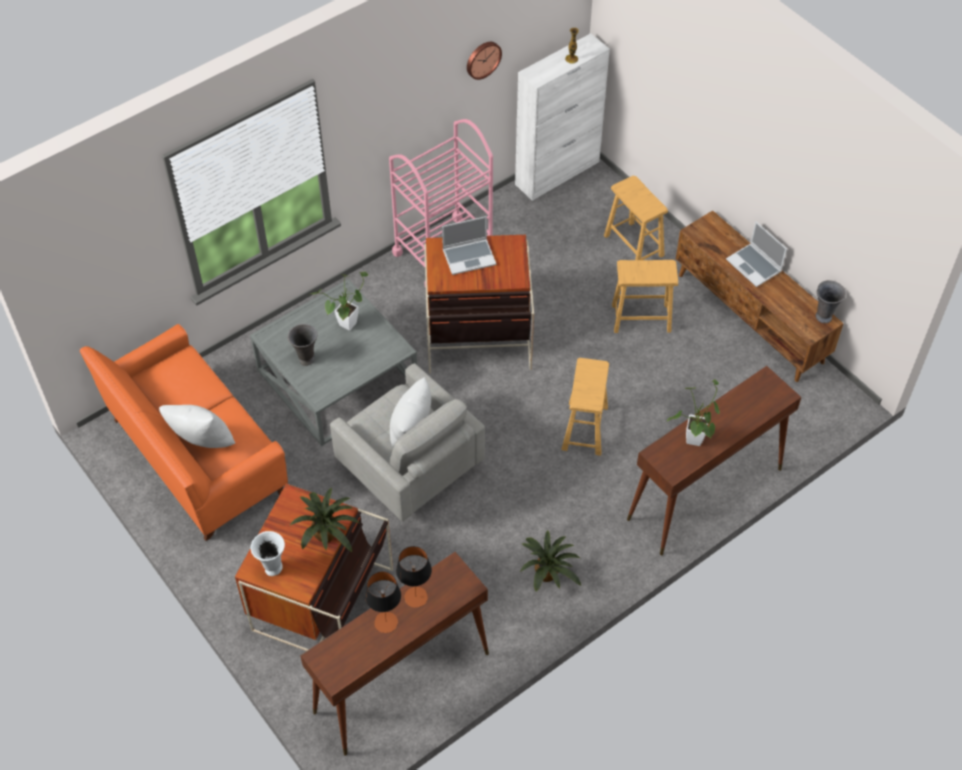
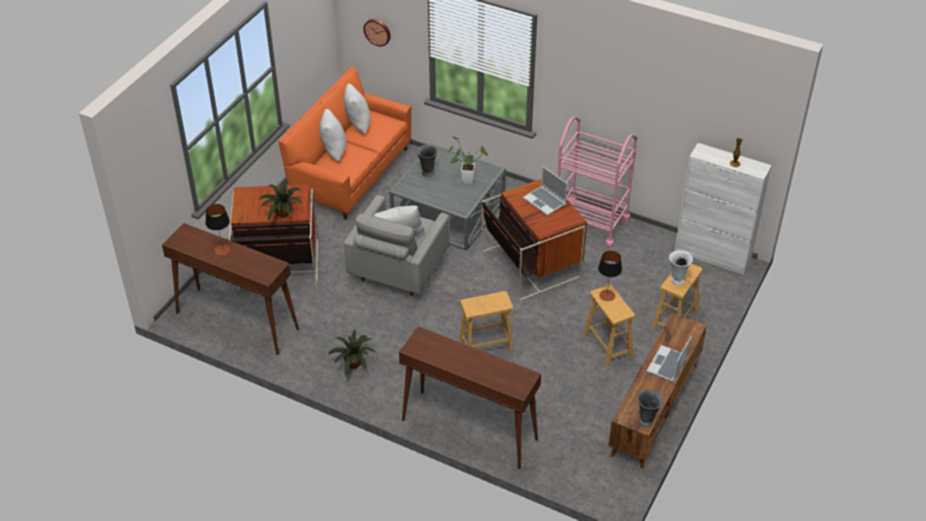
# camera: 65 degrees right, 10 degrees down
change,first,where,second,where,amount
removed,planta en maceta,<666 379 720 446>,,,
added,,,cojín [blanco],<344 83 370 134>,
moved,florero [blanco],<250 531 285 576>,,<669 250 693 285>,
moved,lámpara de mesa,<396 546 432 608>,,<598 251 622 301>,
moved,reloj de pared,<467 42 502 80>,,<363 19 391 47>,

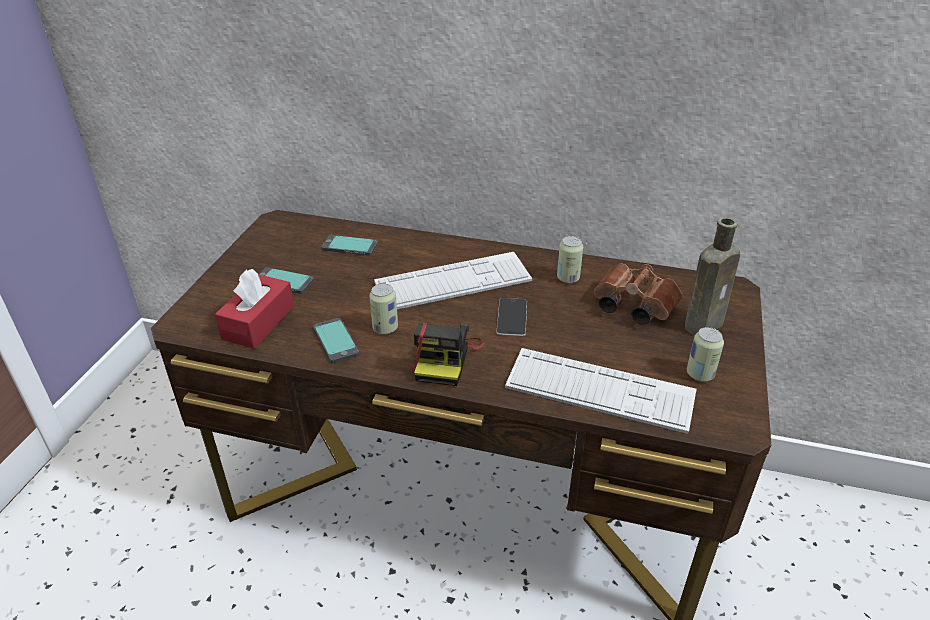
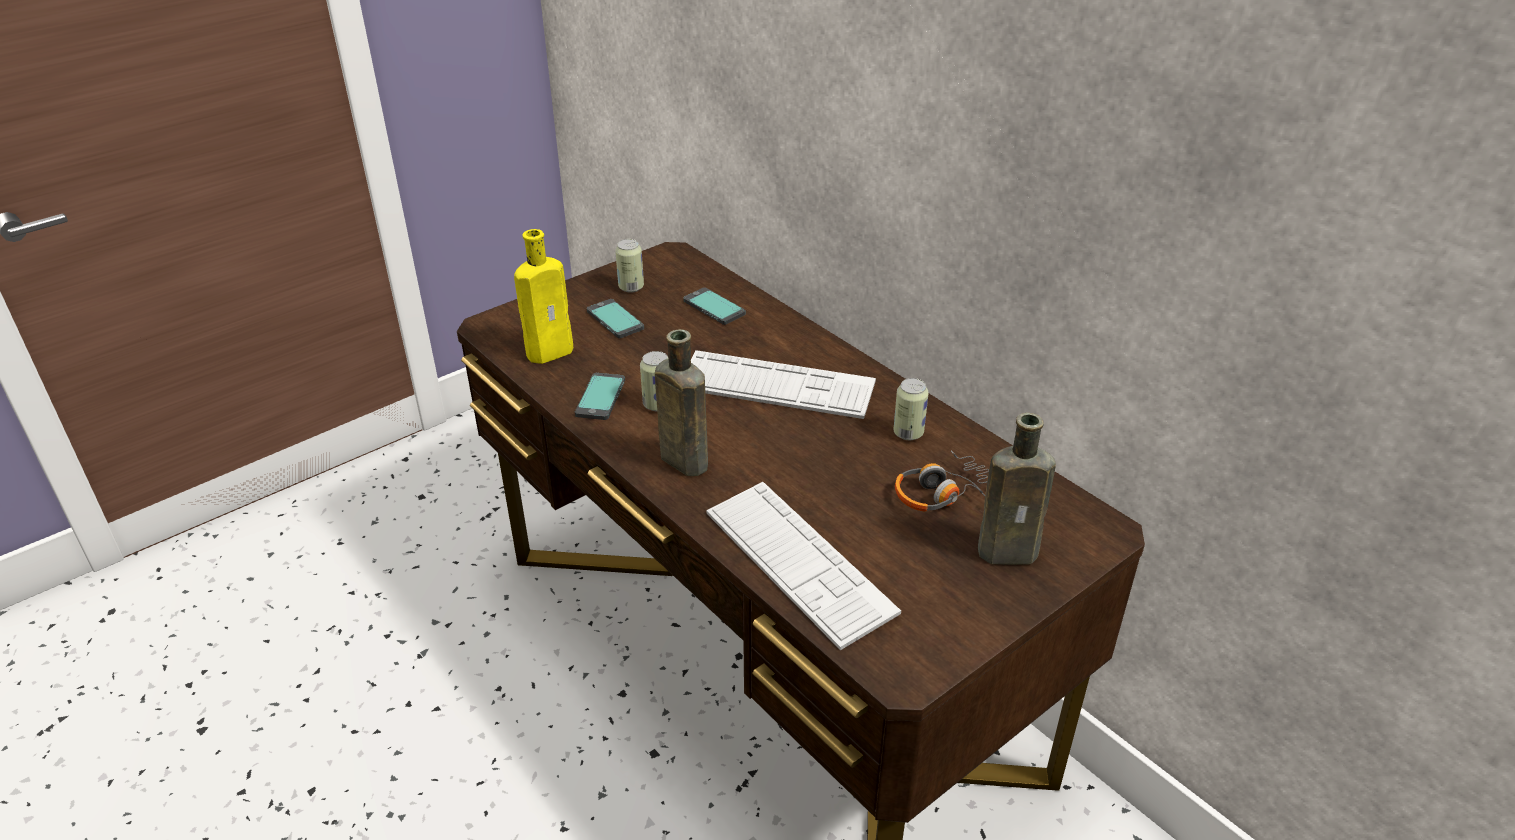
# camera: 35 degrees right, 0 degrees up
change,first,where,second,where,amount
removed,móvil,<496 298 527 336>,,,
moved,lata,<687 327 724 382>,,<615 239 644 293>,
replaced,caja de pañuelos [rojo],<215 269 294 349>,botella [amarillo],<514 229 573 364>,
replaced,cámara,<412 323 484 386>,botella [marrón],<655 329 708 476>,
replaced,prismáticos [marrón],<594 264 683 325>,auriculares,<895 451 989 512>,

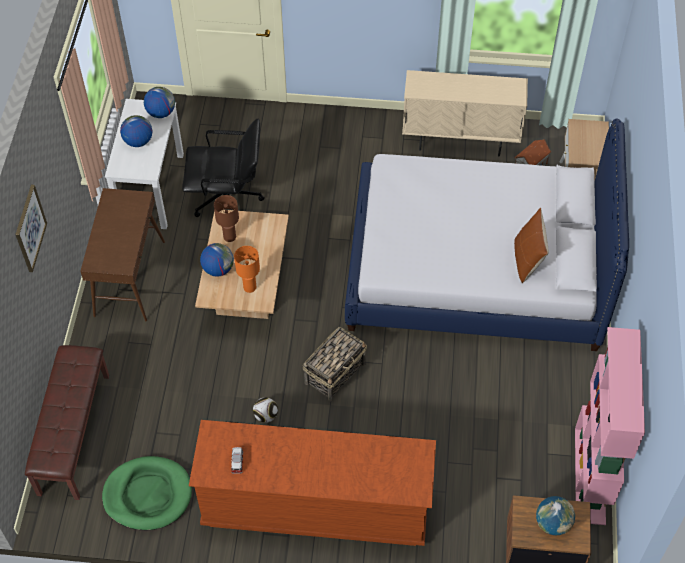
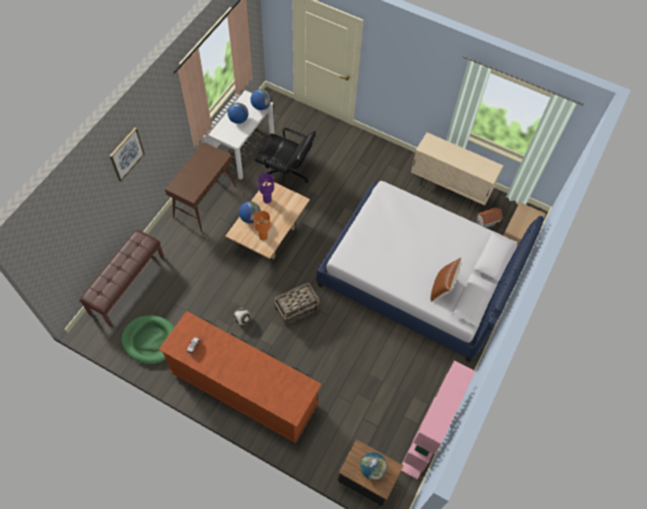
# camera: 20 degrees right, 5 degrees up
change,first,where,second,where,amount
recoloured,lámpara de mesa [marrón],<214 195 239 242>,lámpara de mesa [morado],<258 173 274 204>,

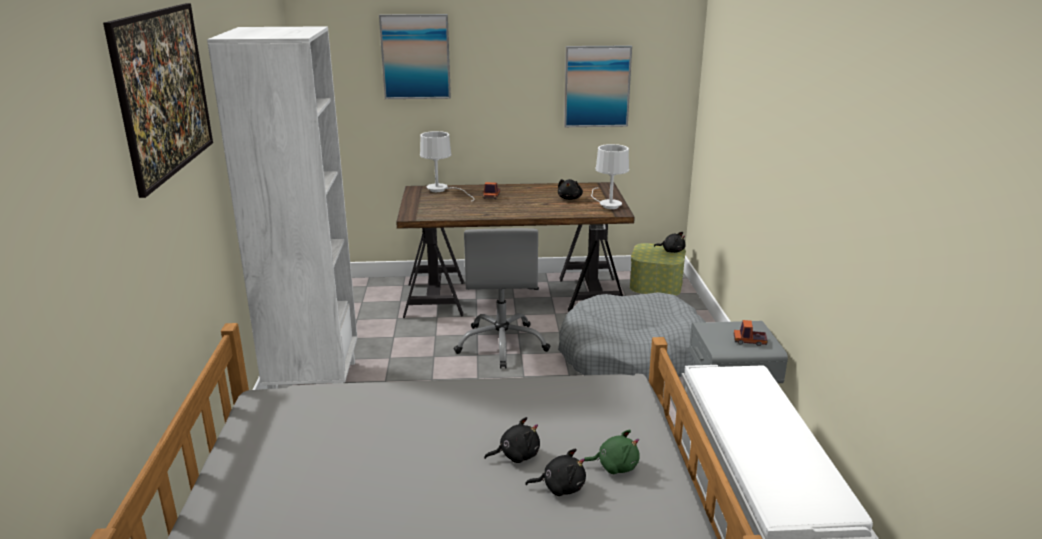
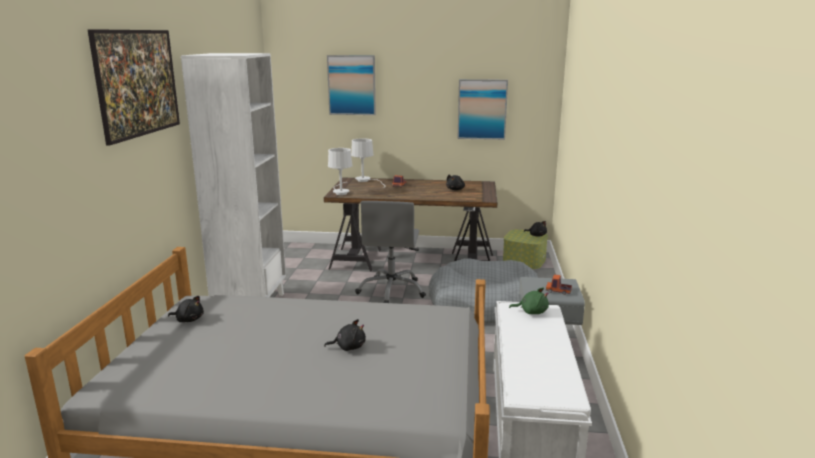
# camera: 10 degrees right, 5 degrees down
change,first,where,second,where,amount
moved,peluche [negro],<525 449 586 496>,,<168 296 204 322>,
moved,peluche [verde],<584 430 640 474>,,<509 288 549 314>,
moved,lámpara de mesa [blanco],<591 144 629 209>,,<328 148 352 195>,

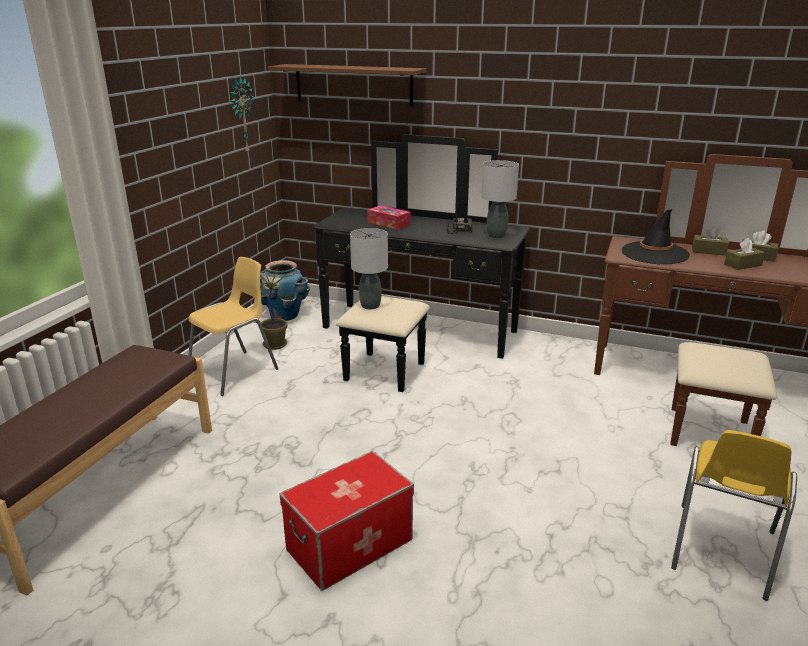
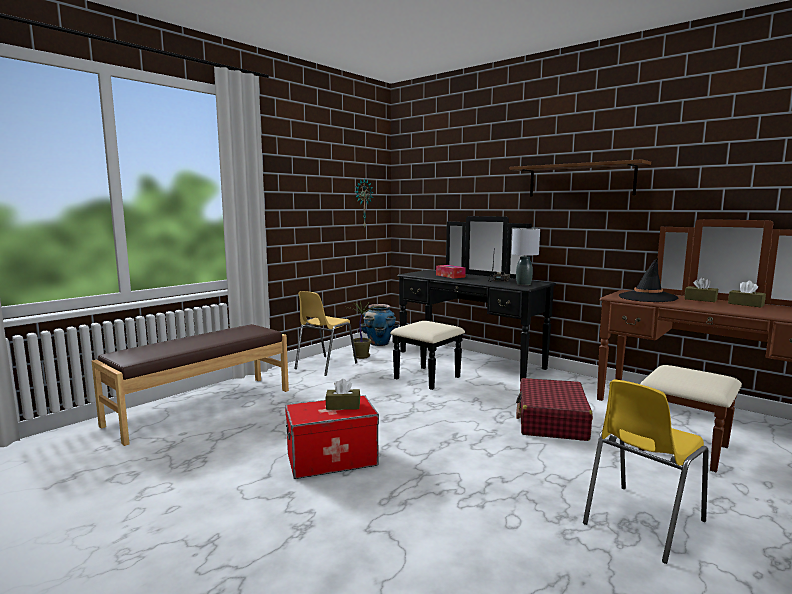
# camera: 20 degrees right, 15 degrees down
change,first,where,second,where,amount
removed,lámpara de mesa [gris],<350 228 388 310>,,,
added,,,maleta [rojo],<516 378 593 441>,
moved,estante [marrón],<268 64 426 107>,,<510 159 651 197>,
moved,caja de pañuelos [marrón],<724 238 765 270>,,<326 379 360 410>,
turned,silla [amarillo],<188 257 279 396>,,<295 291 357 376>,150 degrees clockwise

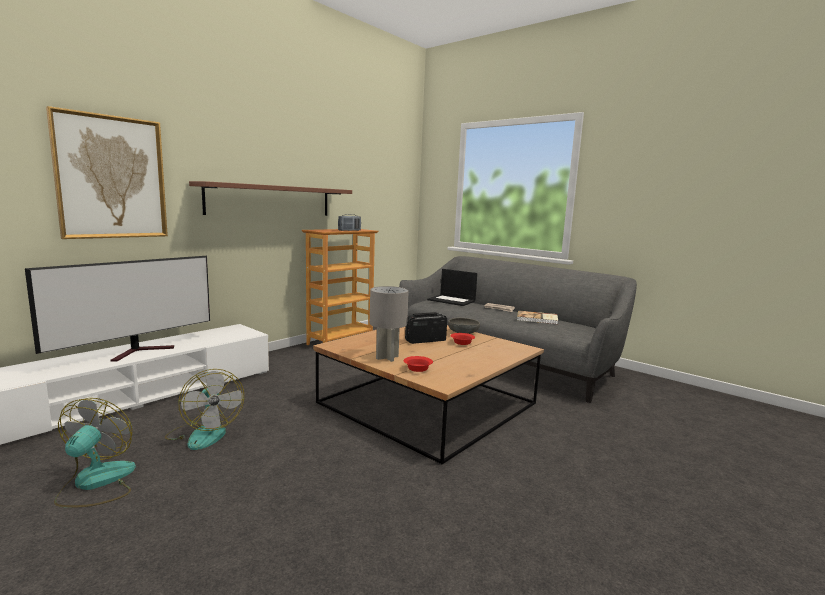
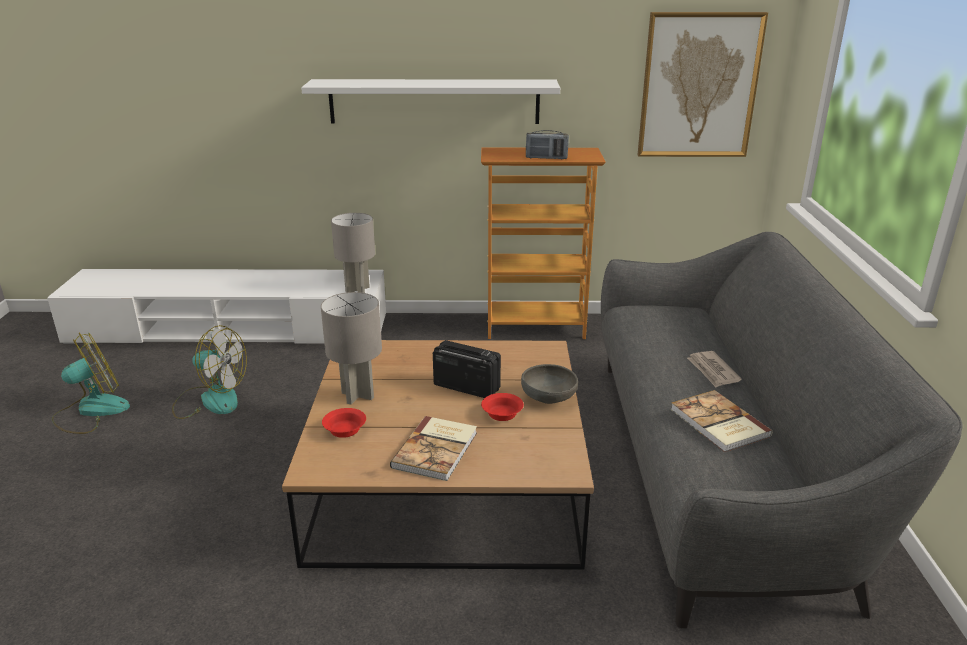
# camera: 50 degrees right, 15 degrees up
change,first,where,second,where,amount
removed,televisor,<25 256 210 361>,,,
removed,portátil,<427 269 477 306>,,,
added,,,lámpara de mesa [gris],<331 213 375 293>,
added,,,libro,<390 416 477 481>,
moved,cuadro,<46 106 168 239>,,<638 12 768 157>,
recoloured,estante [marrón],<189 181 352 216>,estante [blanco],<301 79 560 124>,
turned,ventilador,<165 369 244 450>,,<172 325 247 419>,90 degrees counterclockwise

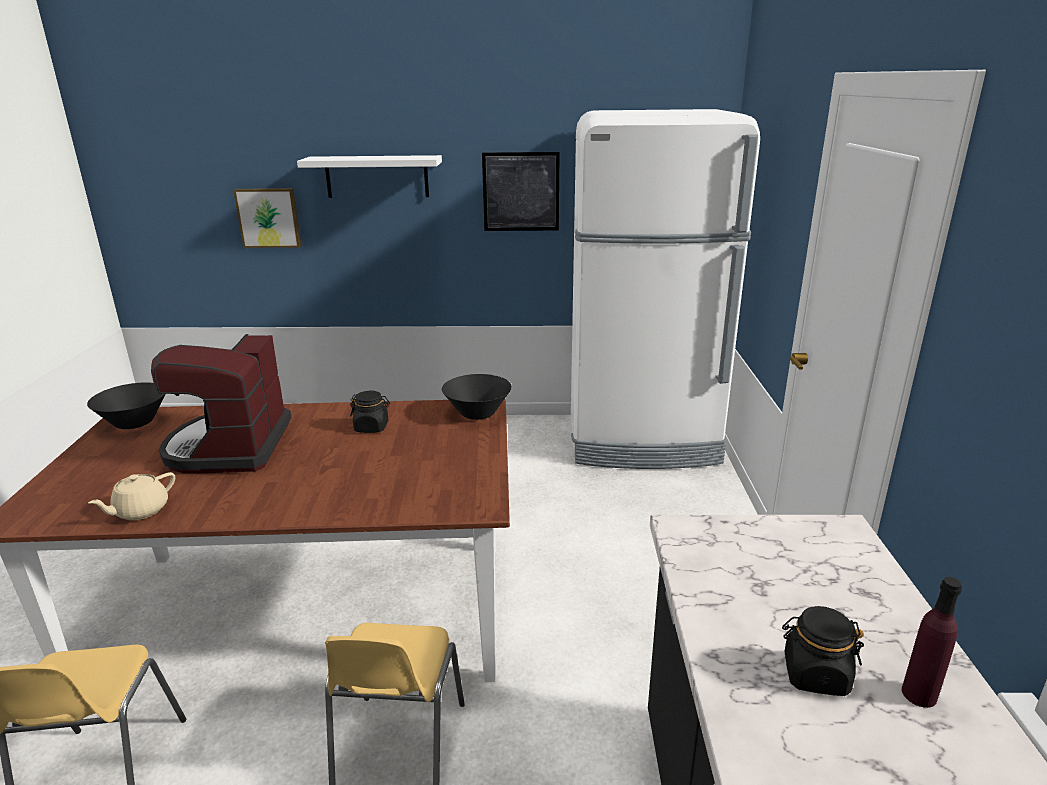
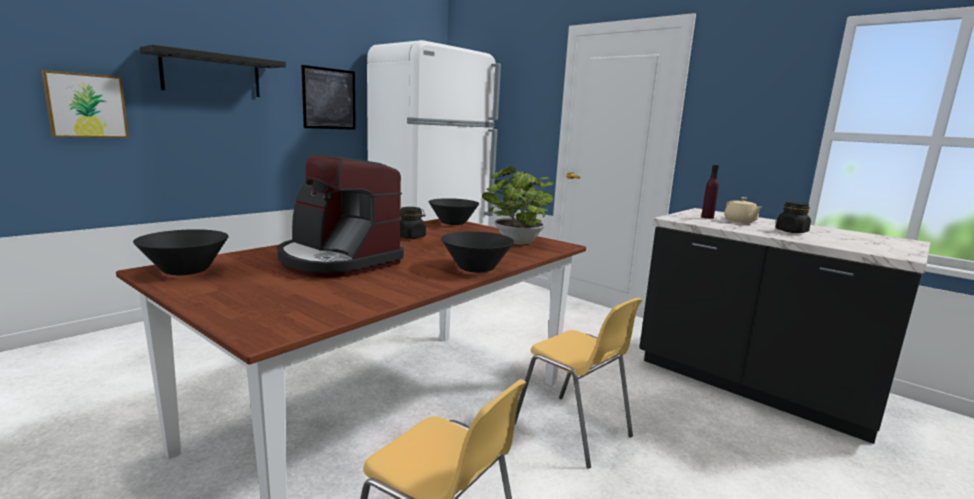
# camera: 50 degrees left, 10 degrees down
change,first,where,second,where,amount
added,,,cuenco [negro],<441 231 514 273>,
added,,,planta en maceta,<482 166 553 245>,
moved,tetera [beis],<88 472 175 520>,,<724 197 762 223>,
moved,botella [morado],<902 577 962 708>,,<701 165 719 219>,
recoloured,estante [blanco],<297 155 442 198>,estante [negro],<140 44 286 97>,

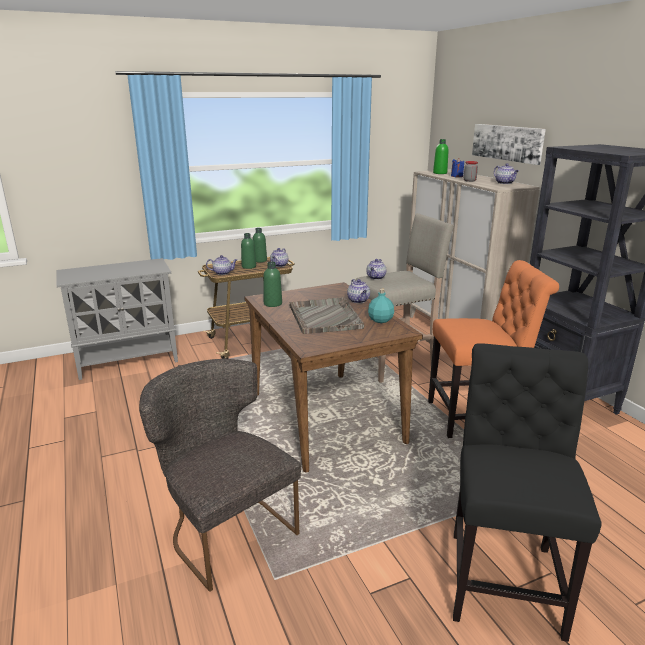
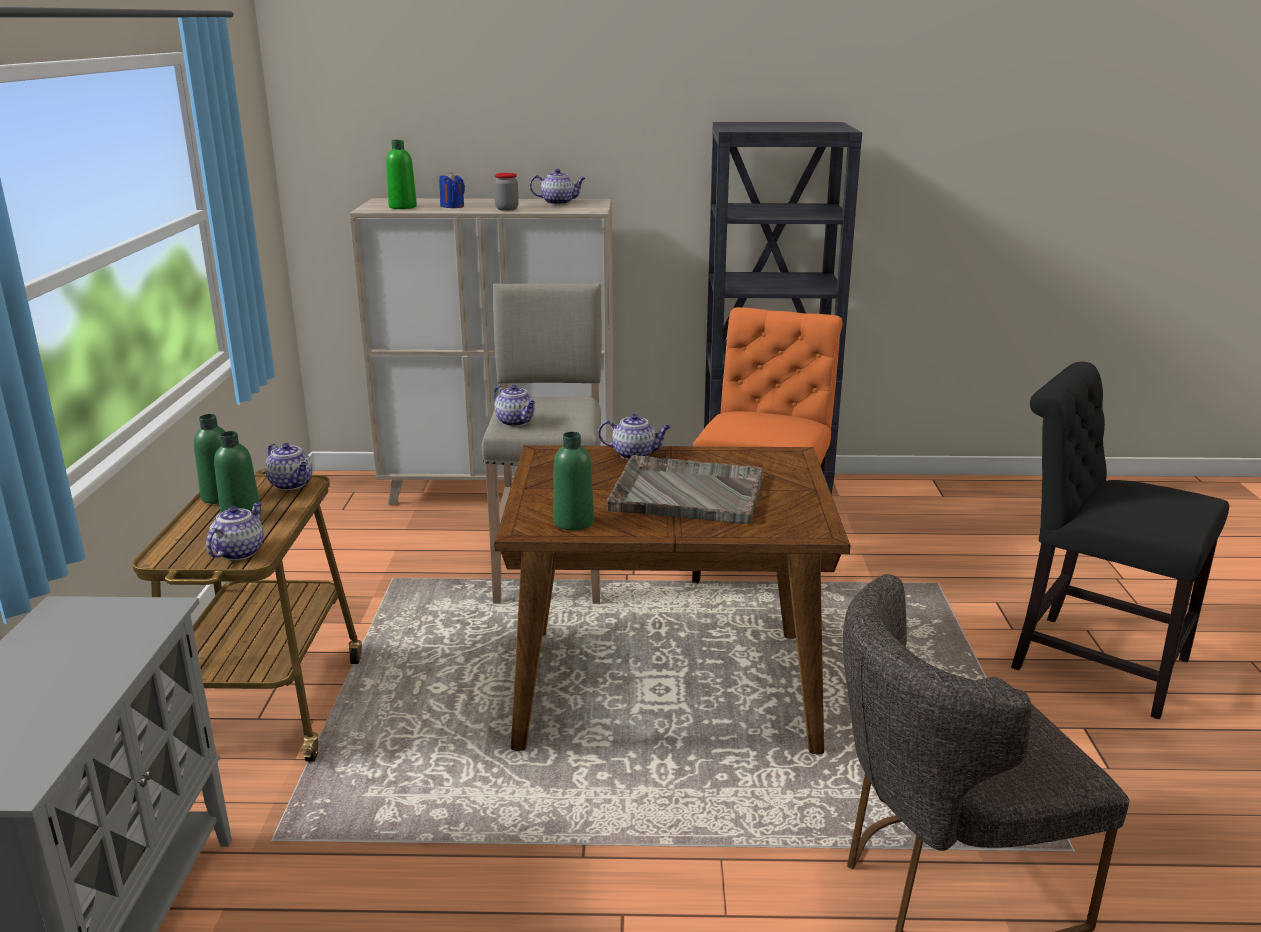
# camera: 65 degrees left, 0 degrees up
change,first,where,second,where,amount
removed,botella [turquesa],<368 288 394 323>,,,
removed,cuadro,<472 124 546 165>,,,

